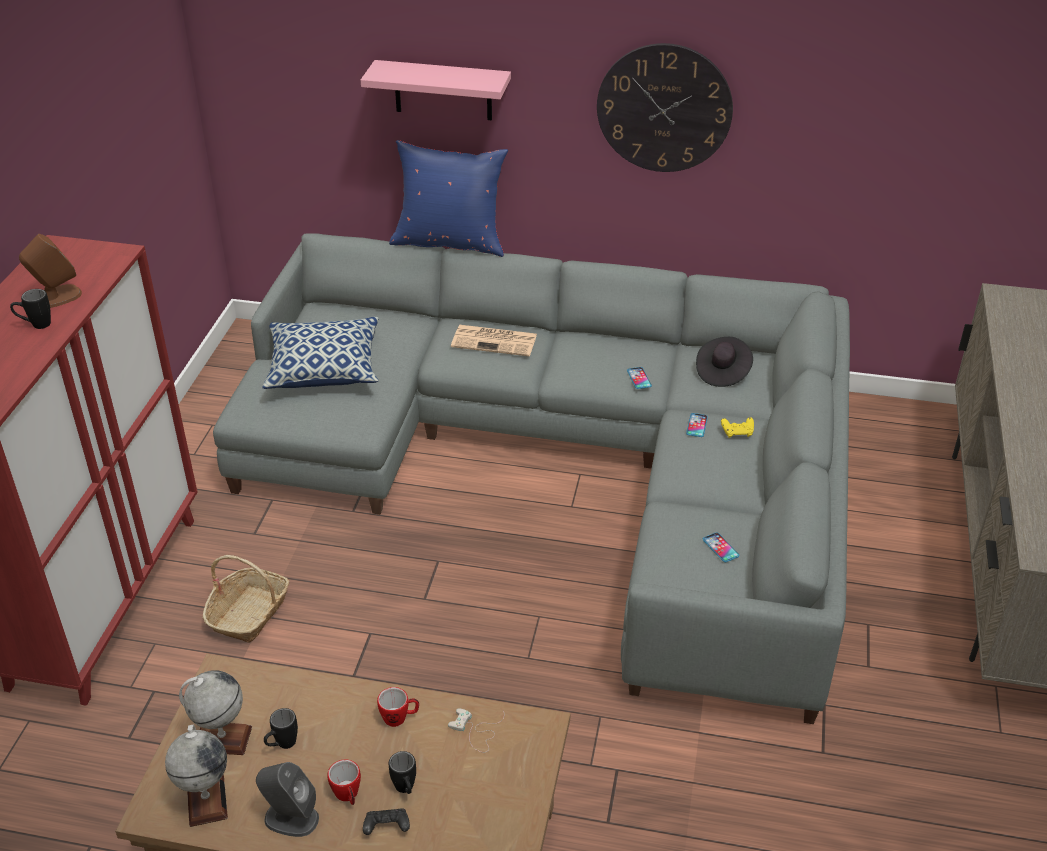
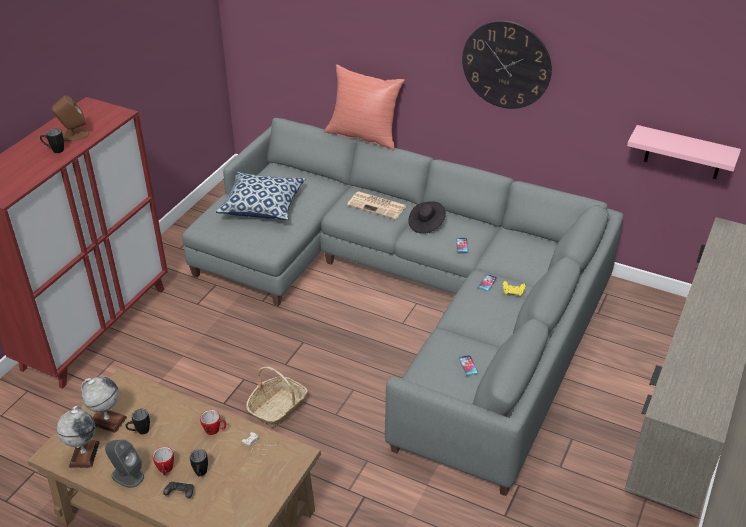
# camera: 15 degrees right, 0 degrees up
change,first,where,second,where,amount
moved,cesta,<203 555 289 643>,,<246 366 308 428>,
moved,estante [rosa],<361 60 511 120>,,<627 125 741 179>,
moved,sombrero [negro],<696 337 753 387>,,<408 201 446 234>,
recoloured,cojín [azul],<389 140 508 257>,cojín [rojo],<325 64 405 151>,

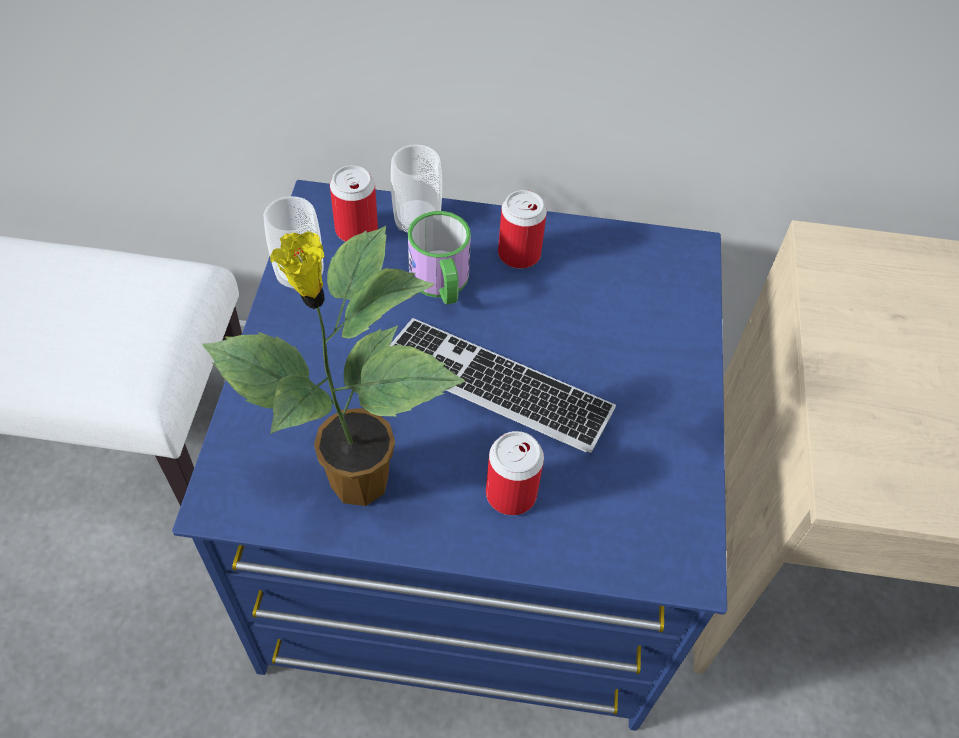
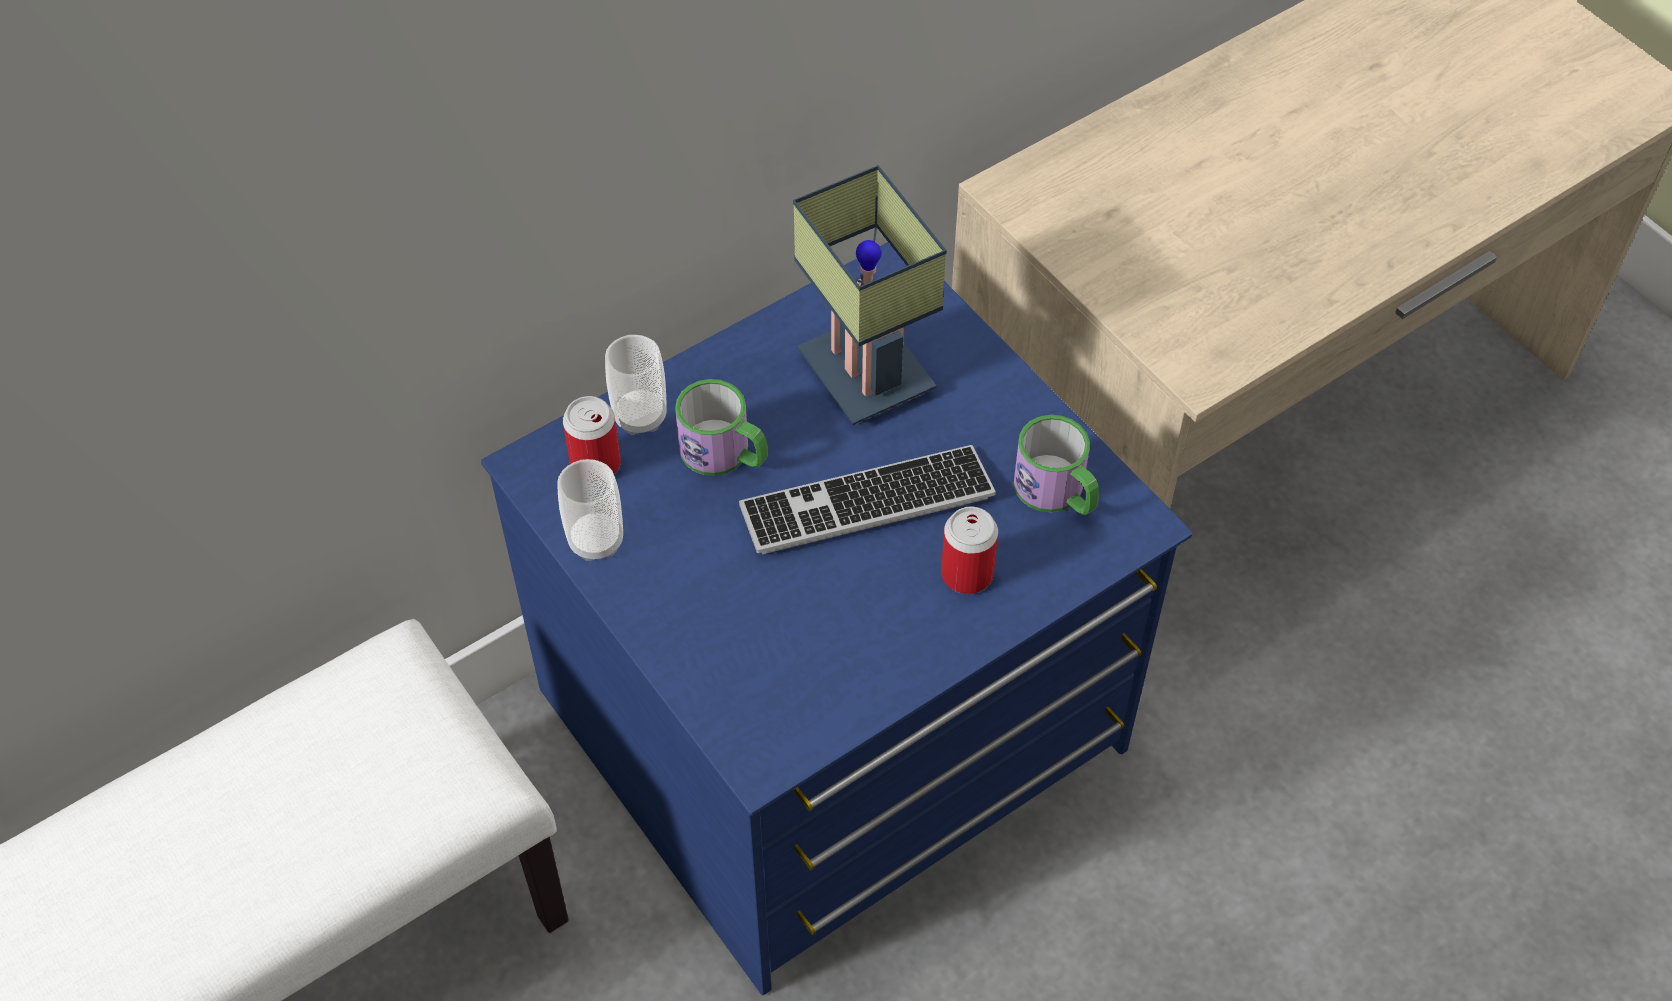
# camera: 40 degrees left, 0 degrees up
change,first,where,second,where,amount
removed,planta en maceta,<202 226 465 506>,,,
removed,lata,<498 190 547 269>,,,
added,,,lámpara de mesa,<793 165 947 425>,
added,,,taza grande,<1014 415 1099 515>,

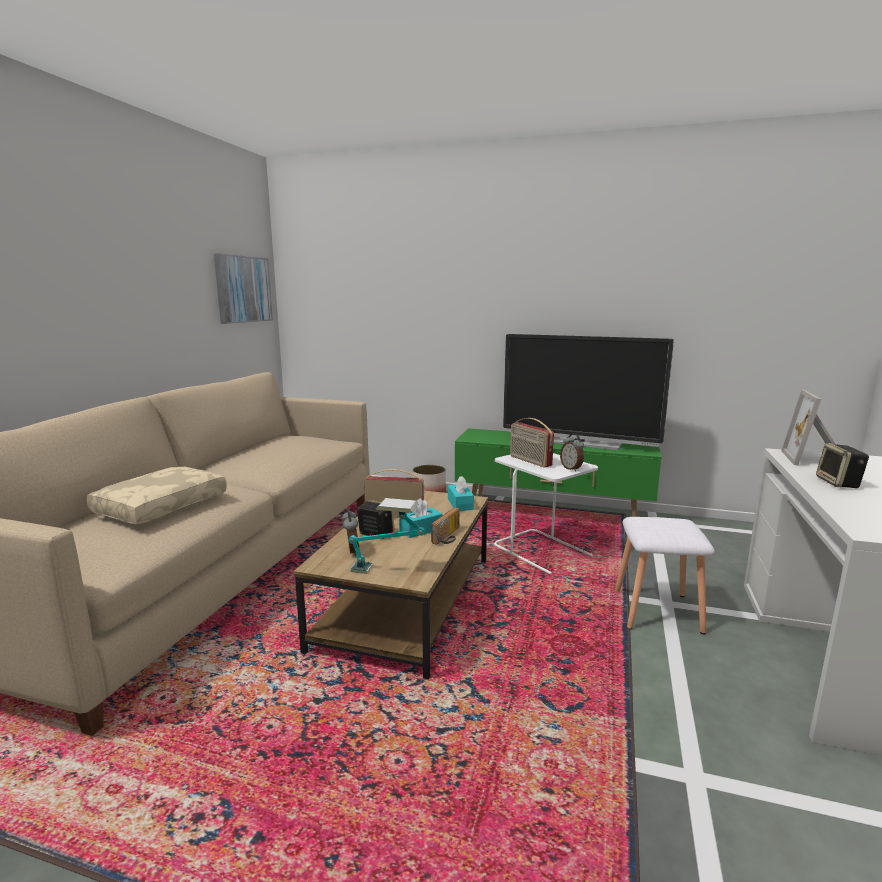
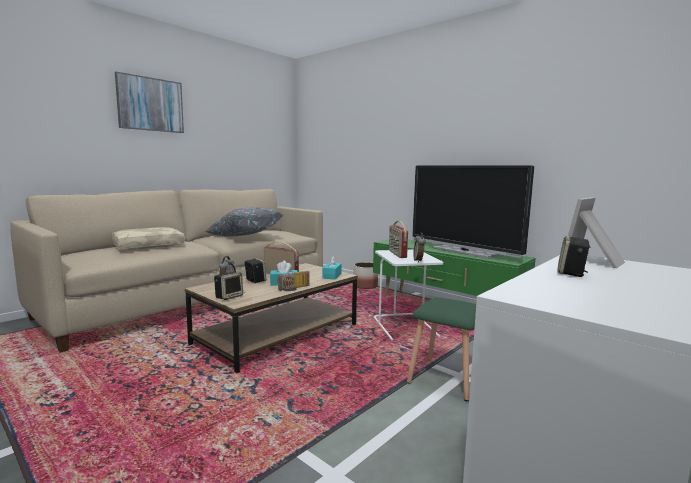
# camera: 25 degrees right, 5 degrees down
change,first,where,second,where,amount
added,,,cojín [gris],<205 207 284 237>,
moved,cuadro,<214 253 273 324>,,<115 72 184 133>,
replaced,lámpara de mesa,<348 498 425 574>,altavoz,<214 272 243 300>,
recoloured,taburete [blanco],<615 517 715 635>,taburete [verde],<407 297 476 401>,

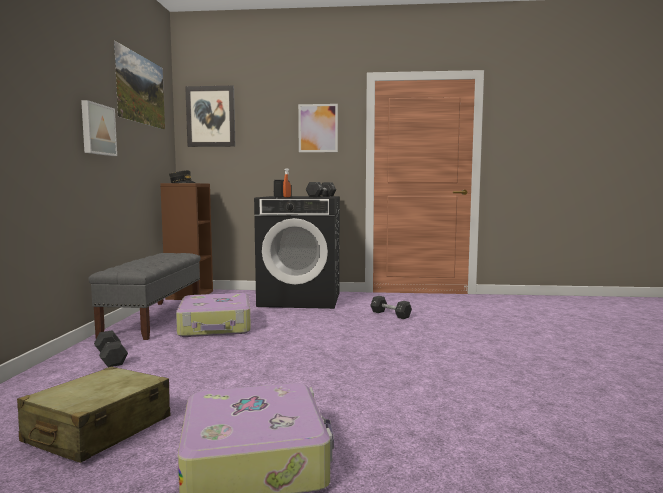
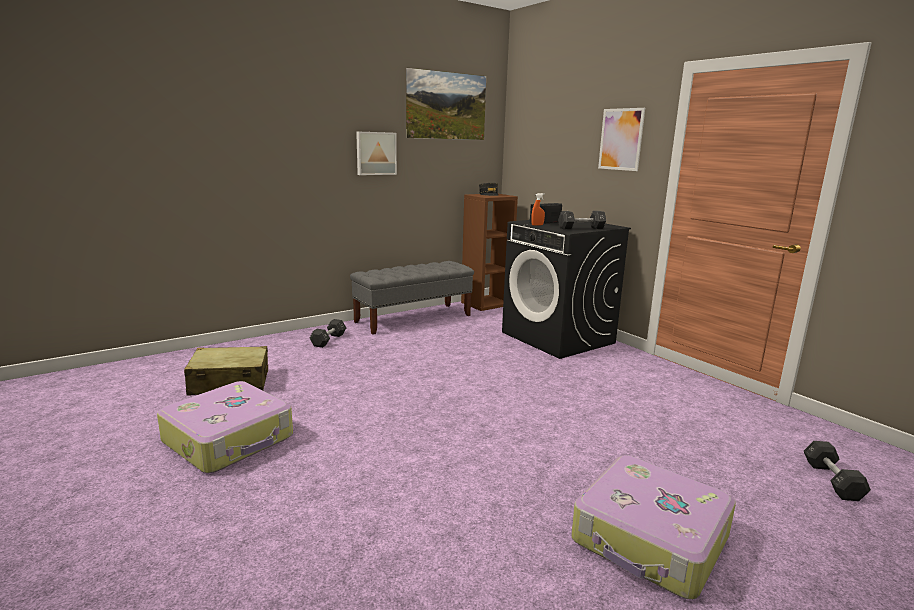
# camera: 50 degrees right, 10 degrees up
change,first,where,second,where,amount
removed,cuadro,<185 86 235 147>,,,
moved,maleta,<176 293 251 337>,,<571 456 736 600>,
moved,mancuerna [negro],<370 296 412 319>,,<804 441 871 501>,

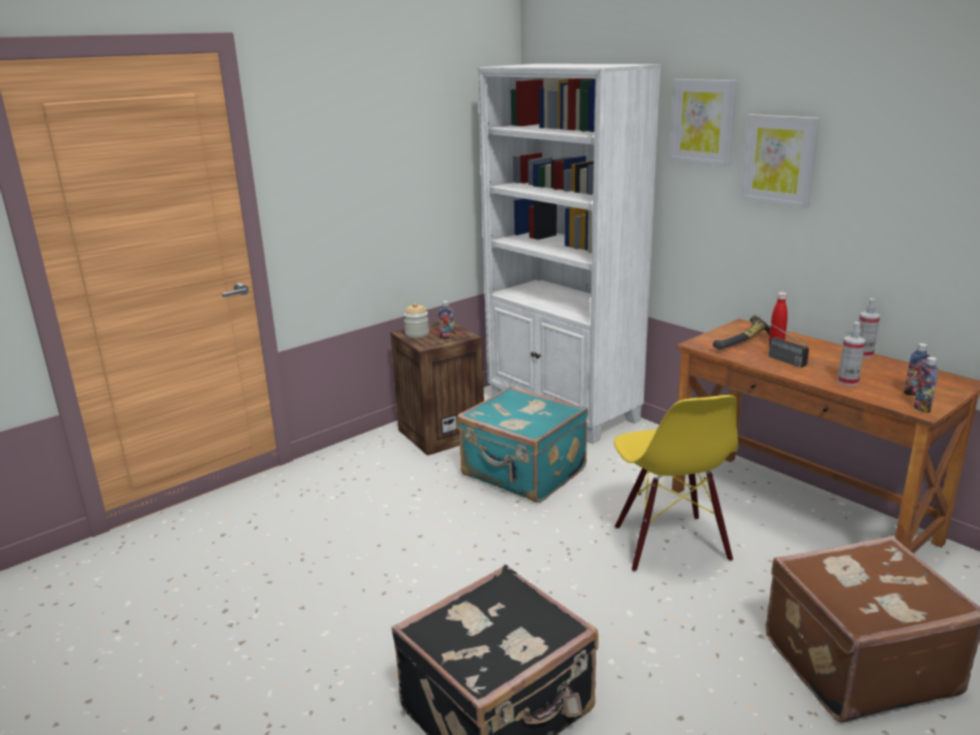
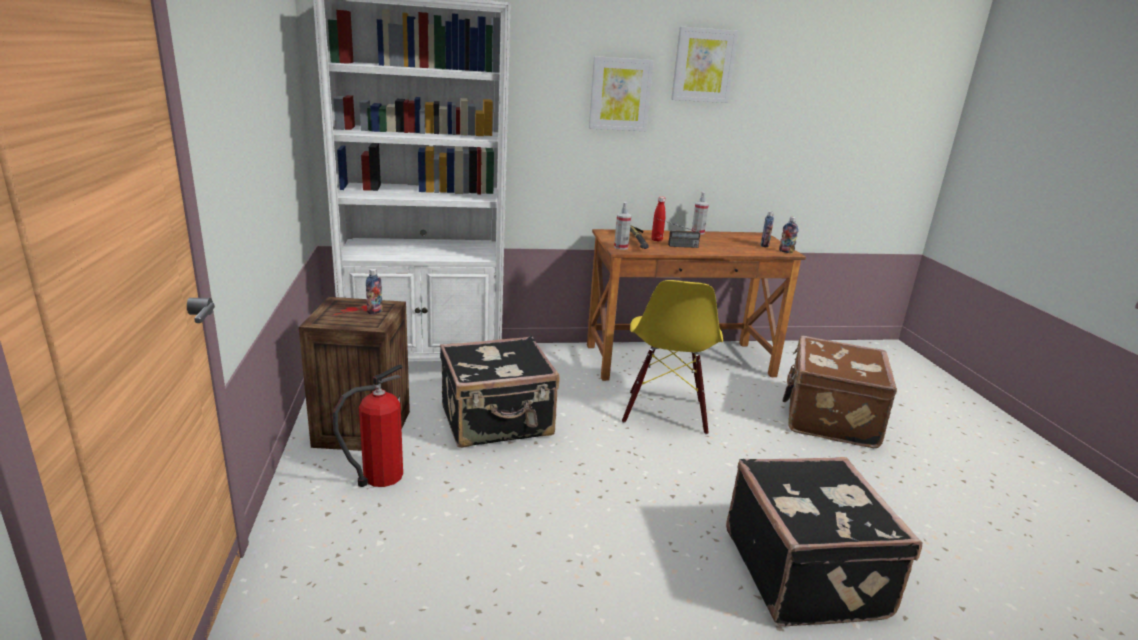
# camera: 60 degrees left, 0 degrees up
change,first,where,second,where,amount
removed,tarro,<404 303 429 338>,,,
added,,,extintor,<333 364 403 487>,
moved,cuadro,<669 79 737 166>,,<671 27 739 103>,
moved,pulverizador,<838 322 866 386>,,<614 202 632 250>,
recoloured,maleta [turquesa],<457 386 588 503>,maleta [negro],<440 336 560 448>,
turned,silla [amarillo],<614 395 738 572>,,<622 280 723 435>,75 degrees clockwise

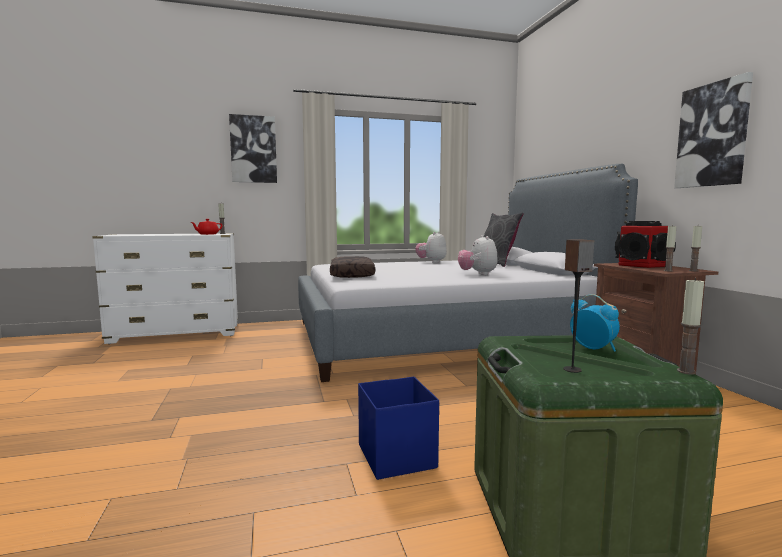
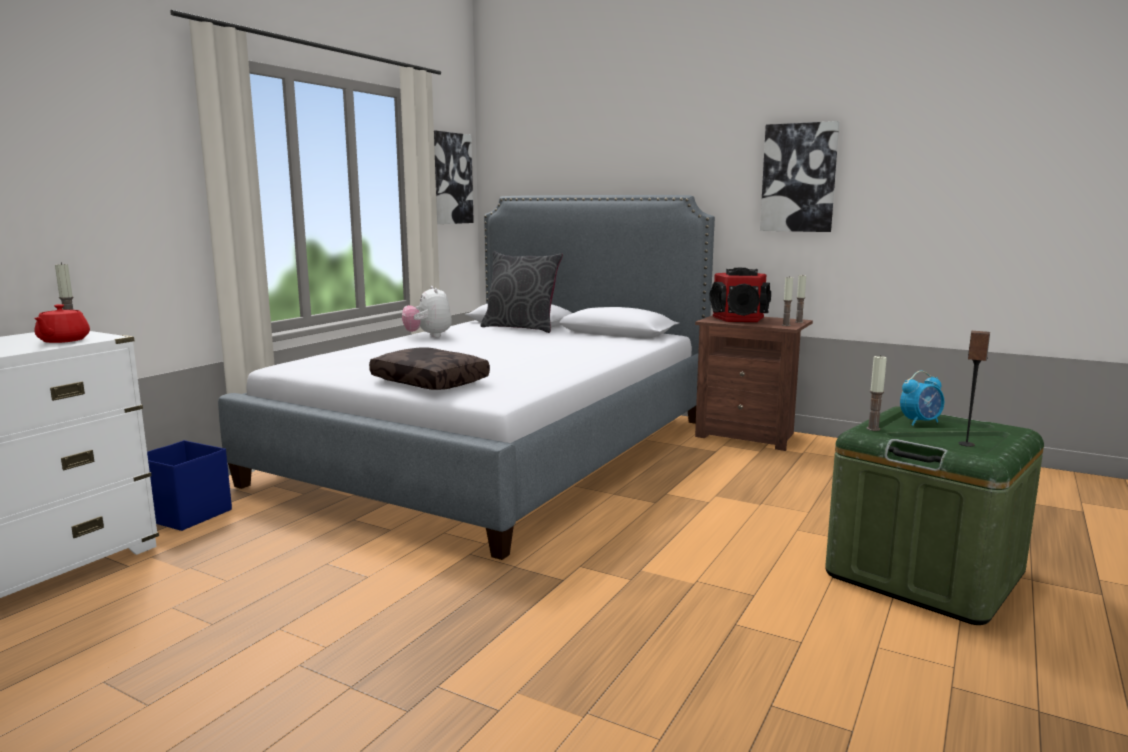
# camera: 45 degrees left, 5 degrees up
change,first,where,second,where,amount
removed,peluche,<458 235 498 275>,,,
moved,cuadro,<229 114 277 183>,,<434 130 474 224>,
moved,caja de almacenaje [azul],<358 376 439 480>,,<147 440 232 531>,
moved,vela,<677 278 704 375>,,<867 355 887 431>,
turned,despertador,<570 294 620 352>,,<900 371 944 426>,150 degrees clockwise

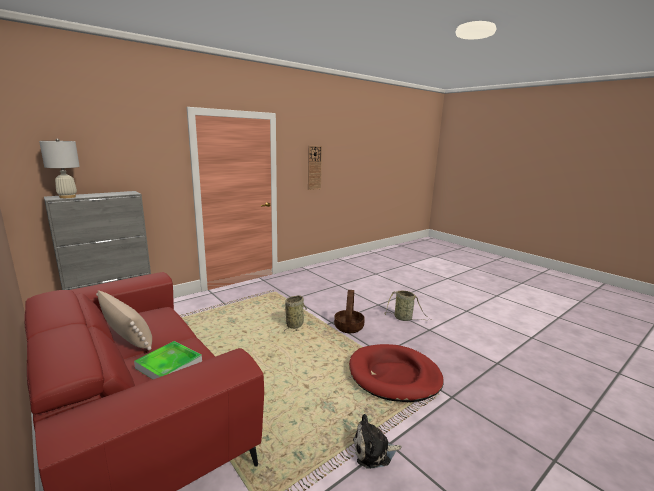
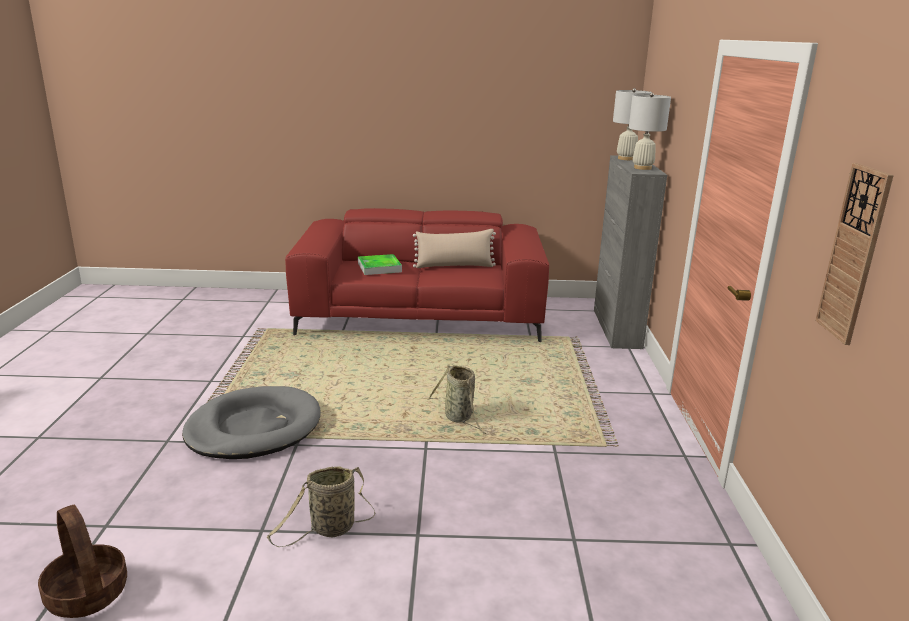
# camera: 130 degrees right, 5 degrees up
change,first,where,second,where,amount
removed,peluche,<353 414 402 469>,,,
added,,,lámpara de mesa [blanco],<629 93 671 170>,
moved,cesta,<334 290 365 333>,,<38 504 127 618>,
recoloured,cama para perro [rojo],<349 344 443 402>,cama para perro [gris],<182 386 321 459>,

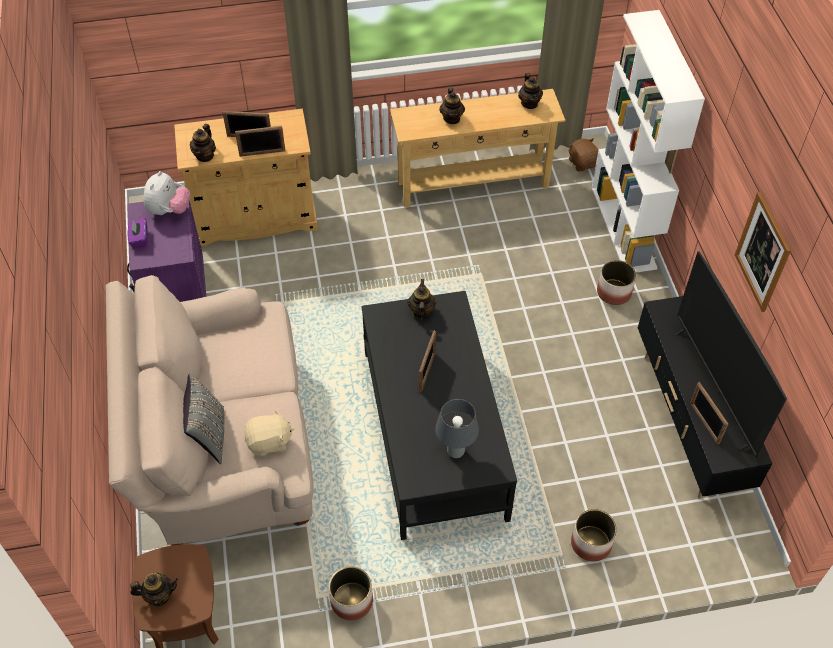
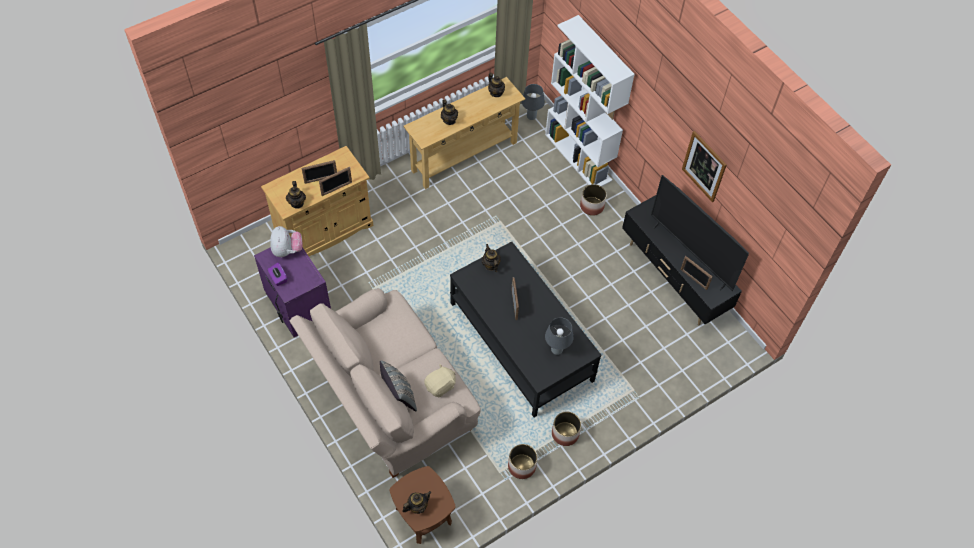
# camera: 25 degrees left, 5 degrees up
change,first,where,second,where,amount
moved,maceta,<571 509 617 562>,,<552 411 581 446>,
replaced,peluche [marrón],<568 138 598 171>,lámpara de mesa [gris],<521 84 545 120>,

